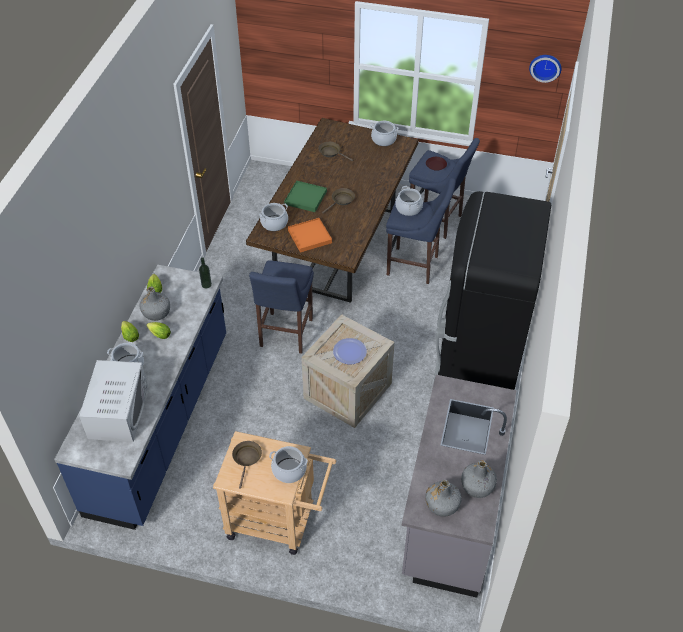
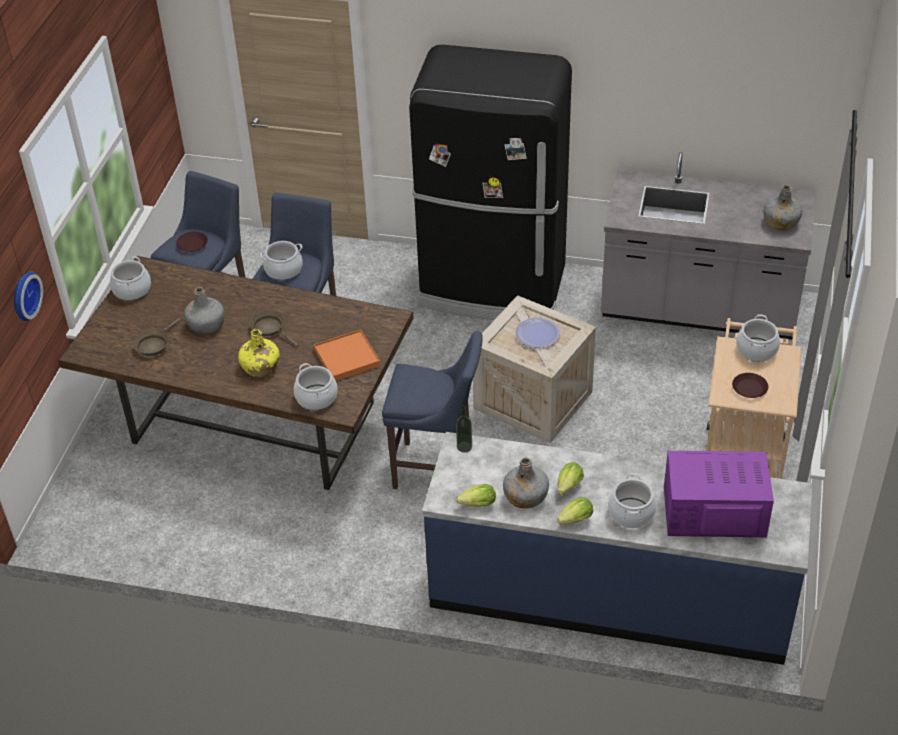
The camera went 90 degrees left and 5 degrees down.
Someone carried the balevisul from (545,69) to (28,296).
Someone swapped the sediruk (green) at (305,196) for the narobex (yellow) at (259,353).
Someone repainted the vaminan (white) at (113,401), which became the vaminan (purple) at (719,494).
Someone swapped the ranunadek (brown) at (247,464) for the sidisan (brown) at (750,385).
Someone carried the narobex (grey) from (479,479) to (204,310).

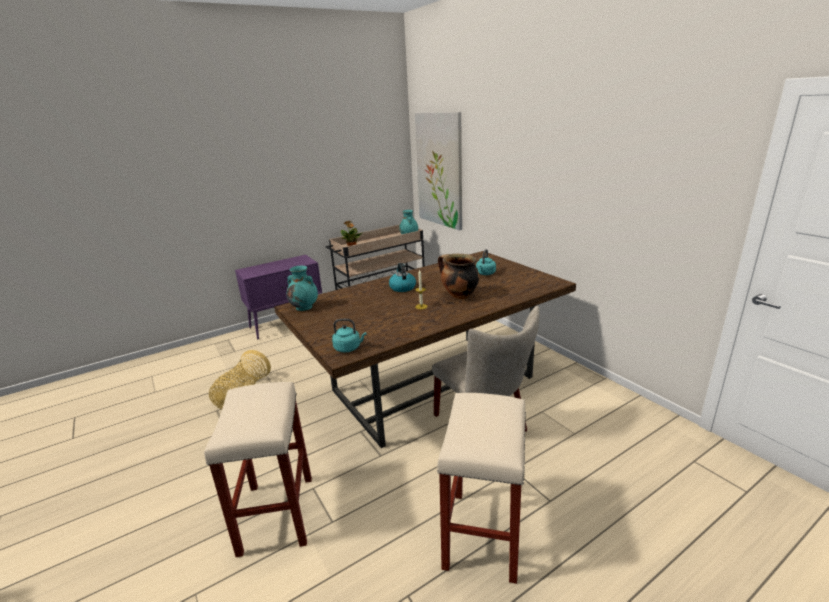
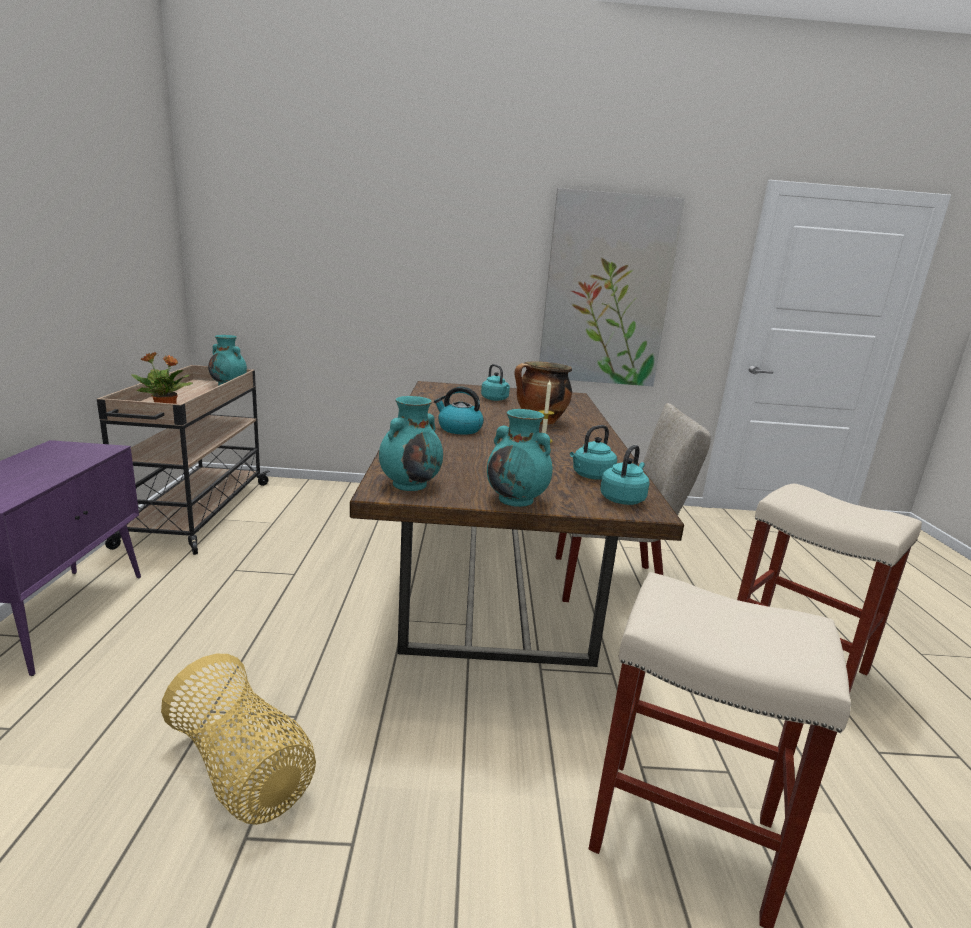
The camera went 60 degrees left and 5 degrees down.
Someone carried the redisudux from (438,171) to (612,287).
Someone put down the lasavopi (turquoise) at (520,458).
Someone put down the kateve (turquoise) at (593,452).

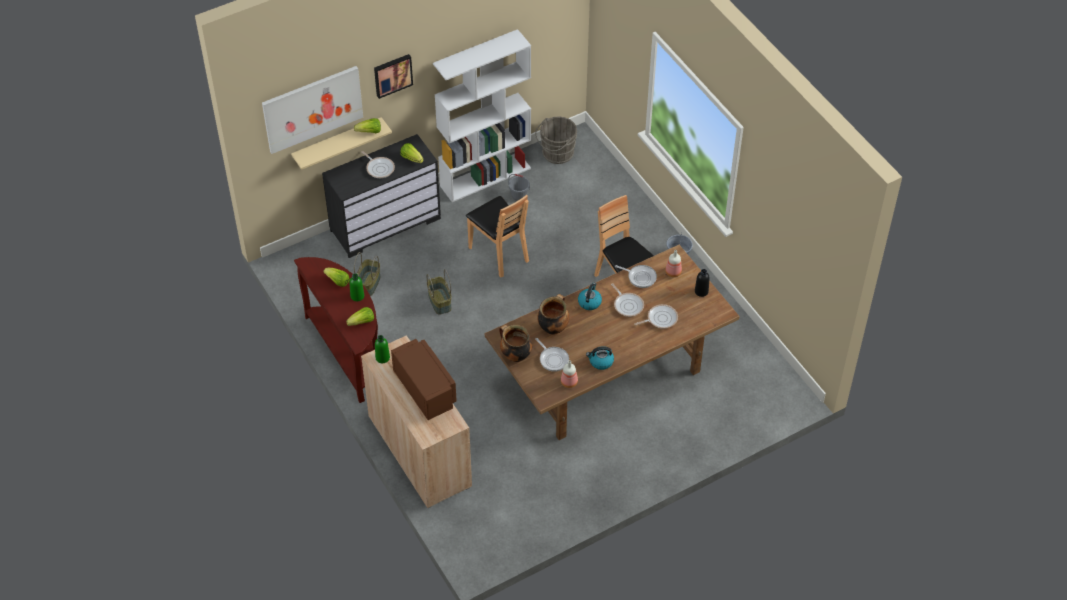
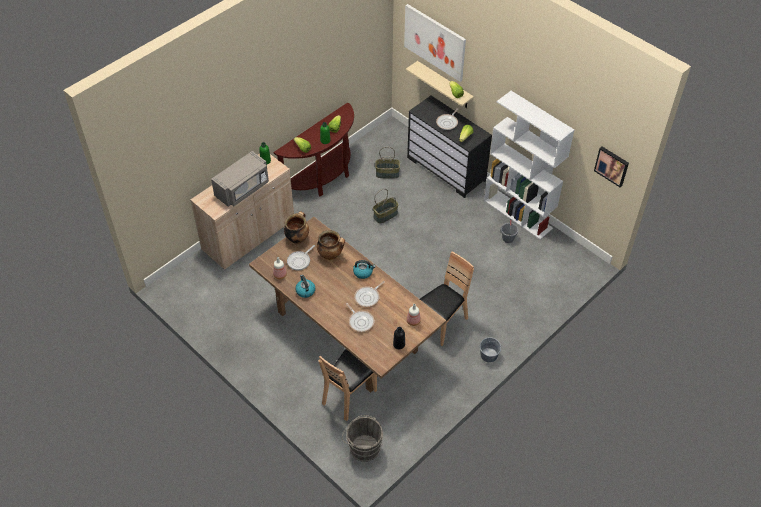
The camera went 75 degrees right and 0 degrees up.
Someone carried the redisudux from (393,76) to (611,167).
Someone carried the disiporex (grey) from (556,140) to (362,438).
Someone carried the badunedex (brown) from (497,236) to (348,385).
Someone took away the ranunadek at (636,276).
Someone repainted the vaminan (brown) at (424,379), which became the vaminan (grey) at (240,178).

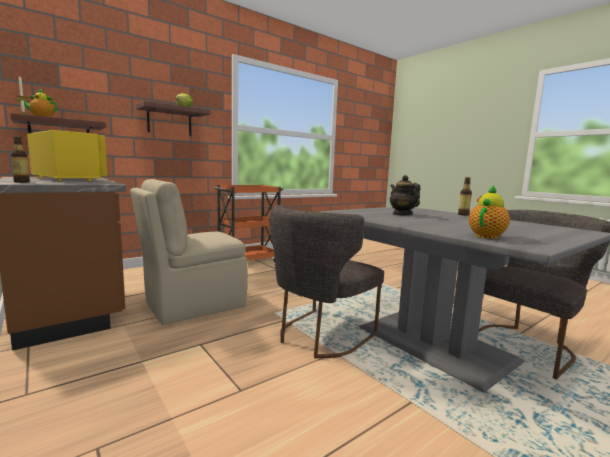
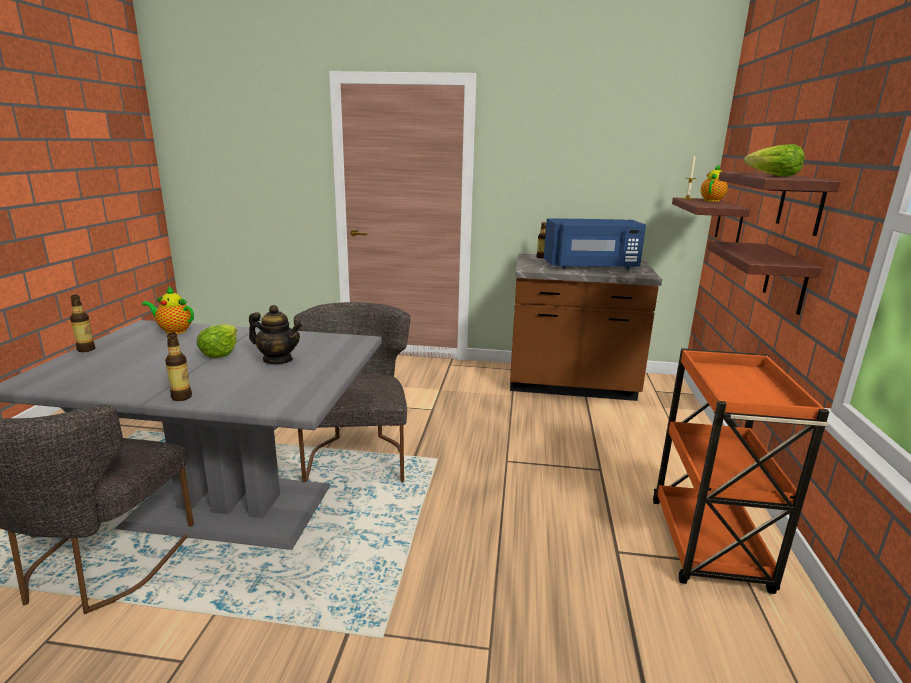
The camera went 135 degrees right and 10 degrees up.
Someone repainted the vaminan (yellow) at (67,156), which became the vaminan (blue) at (595,243).
Someone took away the badunedex (beige) at (188,252).
Someone rotated the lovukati at (489,212) by 105 degrees clockwise.
Someone put up the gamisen at (764,278).
Someone put down the narobex at (82,323).
Someone put down the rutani at (216,341).

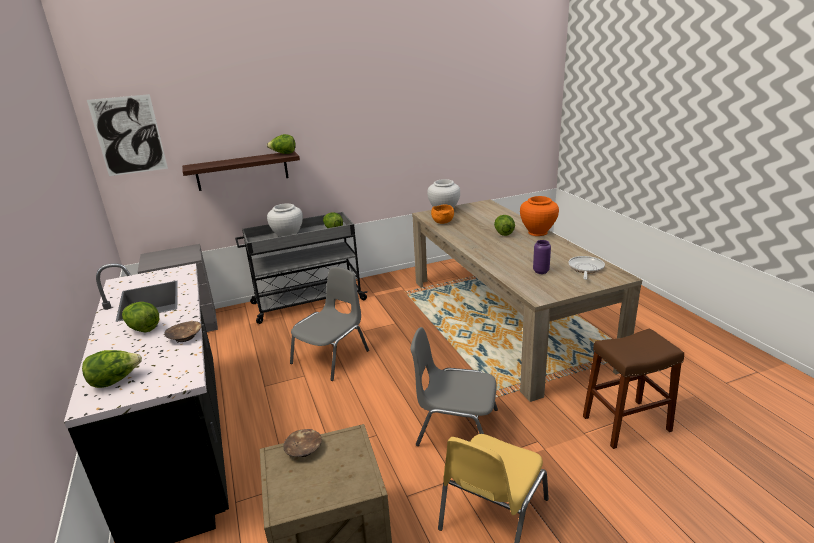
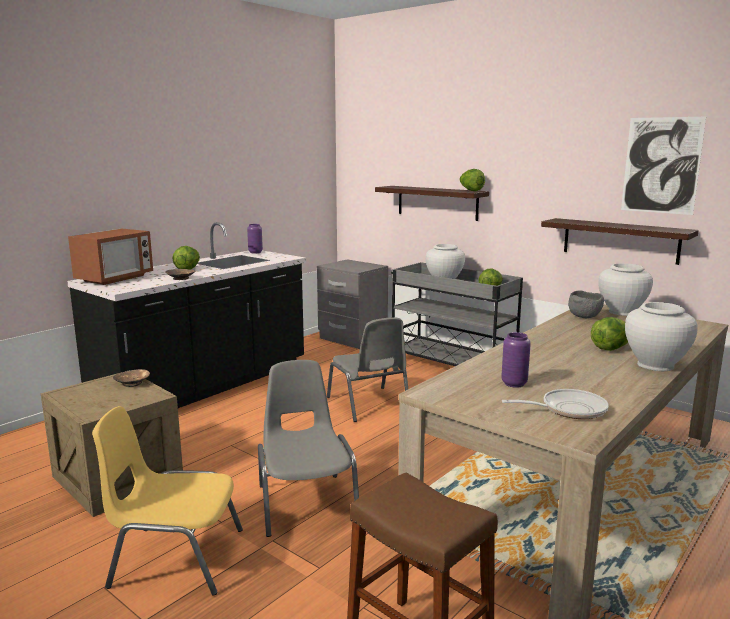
The camera went 60 degrees right and 10 degrees down.
Someone carried the redisudux from (127,135) to (663,166).
Someone repainted the lasavopi (orange) at (539,216), which became the lasavopi (white) at (661,336).
Someone repainted the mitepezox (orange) at (442,214), which became the mitepezox (grey) at (586,304).
Someone rotated the badunedex (grey) at (329,324) by 60 degrees clockwise.
Someone swapped the rutani at (112,369) for the vaminan at (110,257).
Someone put up the gamisen at (620,241).
Someone put down the lasavopi (purple) at (255,239).

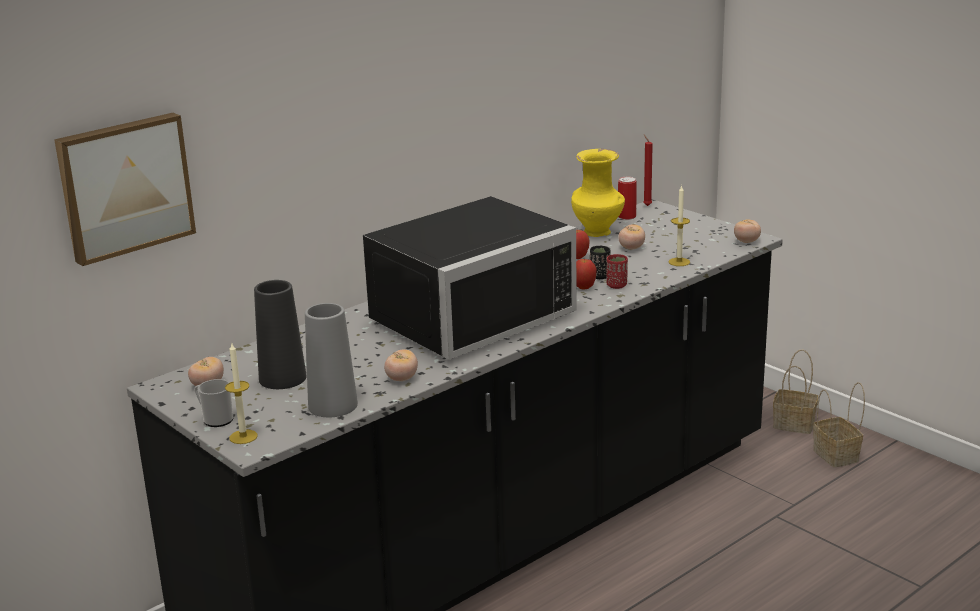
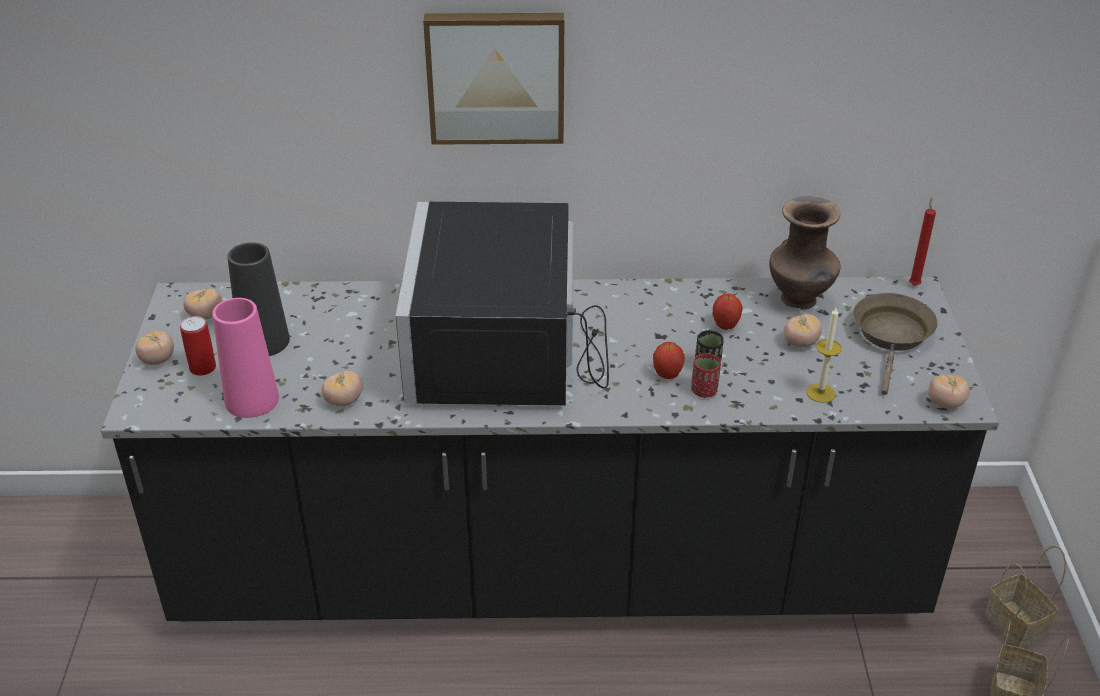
The camera went 40 degrees right and 15 degrees up.
Someone carried the redisudux from (125,189) to (493,79).
Someone repainted the lasavopi (yellow) at (598,193), which became the lasavopi (brown) at (805,253).
Someone carried the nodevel from (627,198) to (198,346).
Someone rotated the vaminan (black) at (470,277) by 90 degrees clockwise.
Someone repainted the lasavopi (grey) at (331,360), which became the lasavopi (pink) at (245,358).
Someone took away the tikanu at (241,393).
Someone swapped the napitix at (213,403) for the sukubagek at (154,348).
Someone put down the ranunadek (brown) at (895,344).

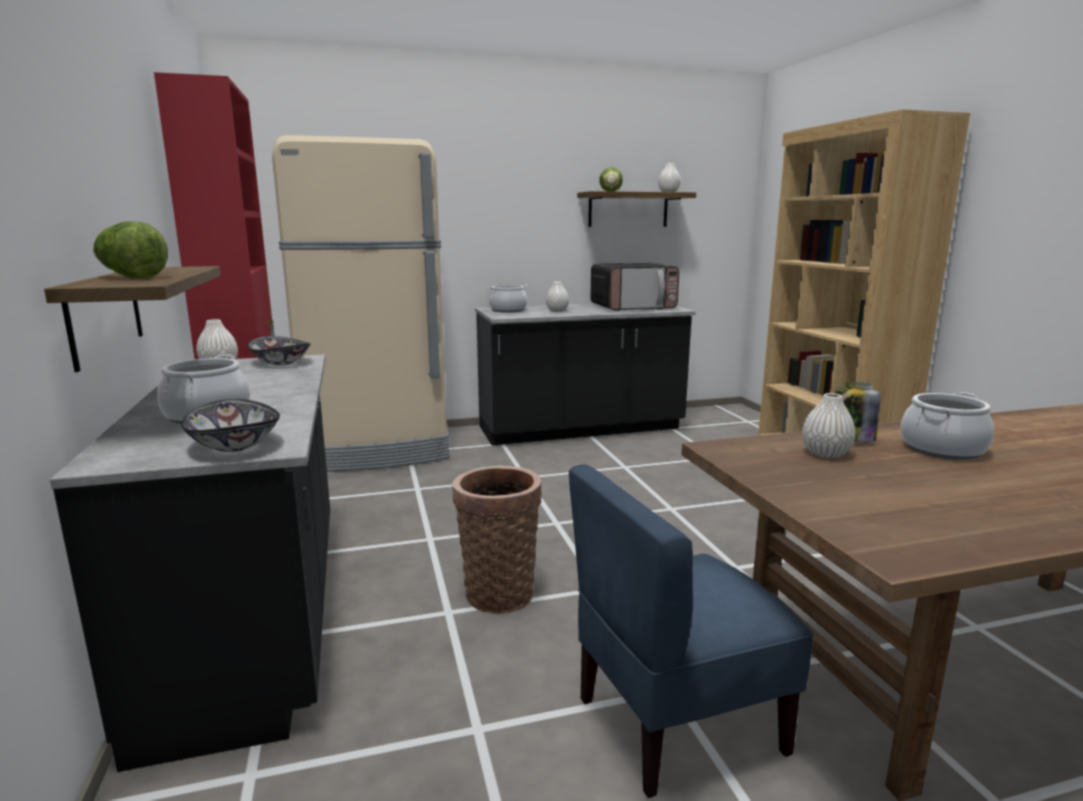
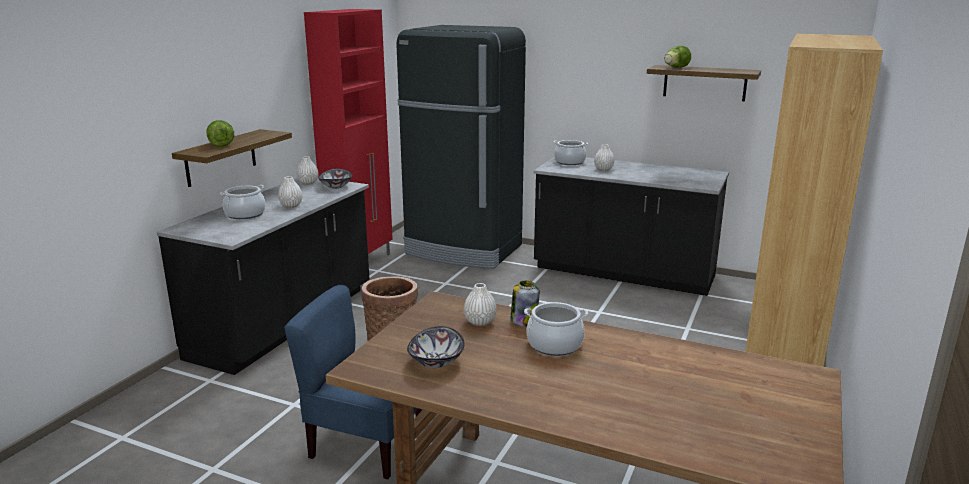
The camera went 40 degrees right and 5 degrees up.
Someone repainted the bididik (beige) at (360,303), which became the bididik (black) at (461,147).
Someone carried the lasavopi (white) from (669,177) to (290,192).
Someone took away the vaminan at (634,287).
Someone carried the mitepezox from (230,425) to (436,347).

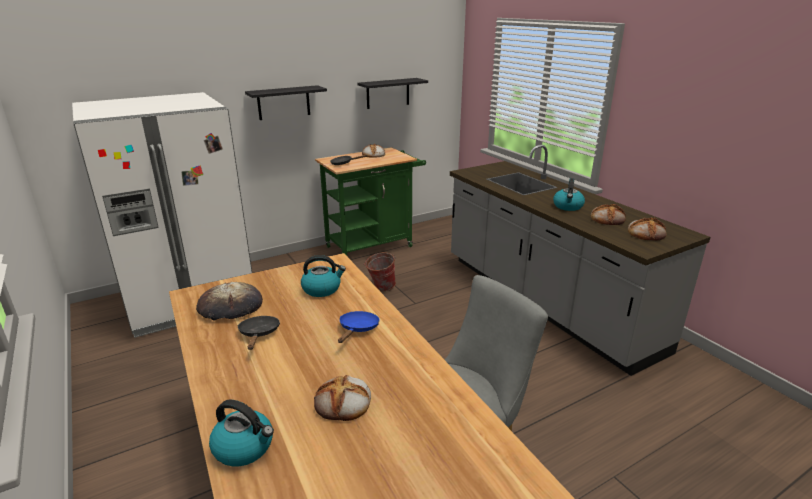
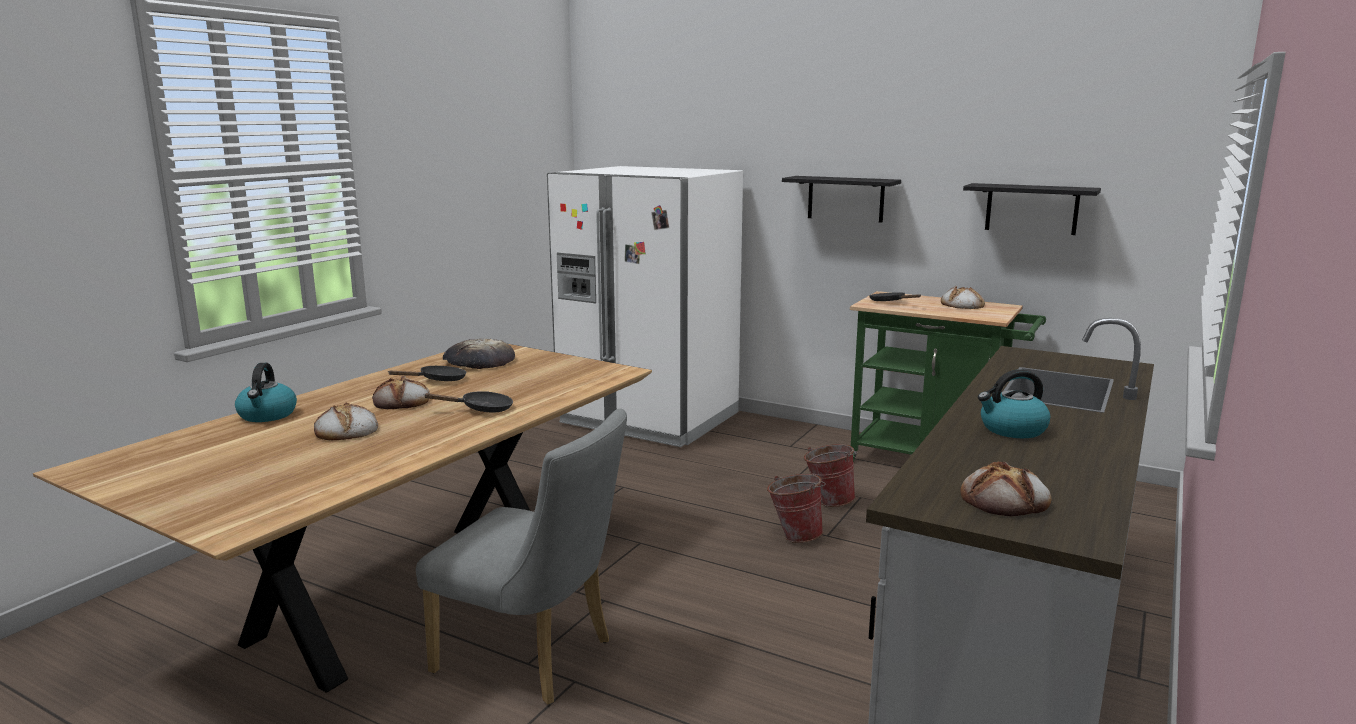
The camera went 60 degrees right and 10 degrees down.
Someone carried the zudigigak from (608,214) to (401,392).
Someone took away the kateve at (323,276).
Someone repainted the ranunadek (blue) at (358,327), which became the ranunadek (black) at (468,401).
Someone put down the disiporex at (796,508).

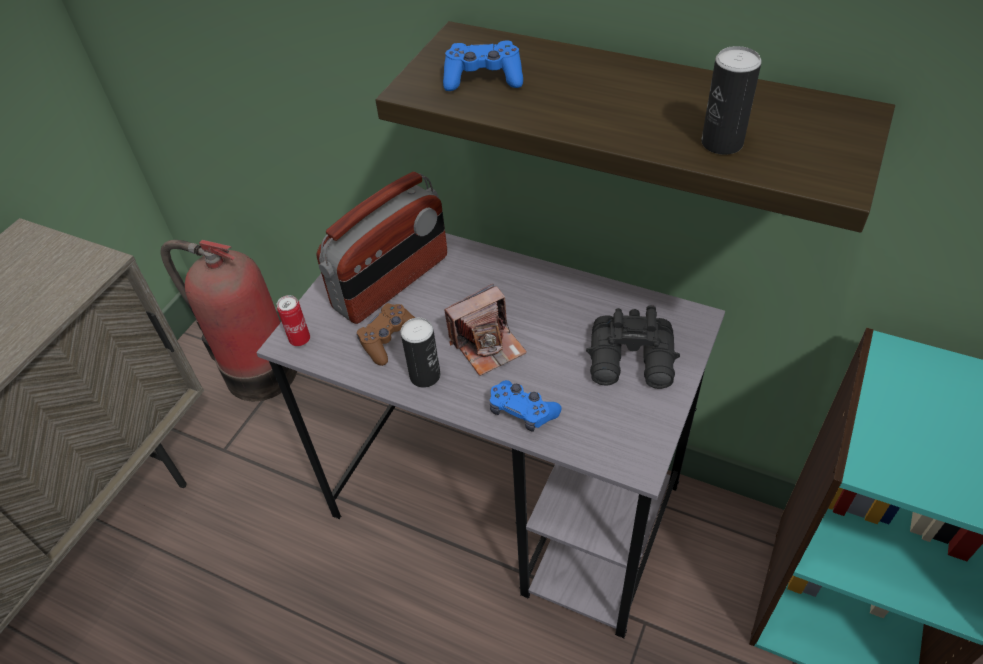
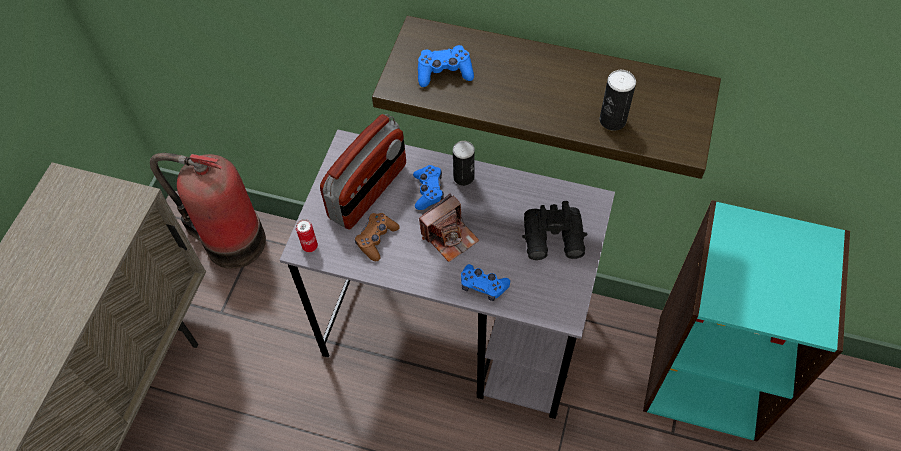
The camera went 10 degrees left and 10 degrees up.
Someone carried the nodevel from (420,353) to (464,163).
Someone put down the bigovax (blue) at (428,187).

